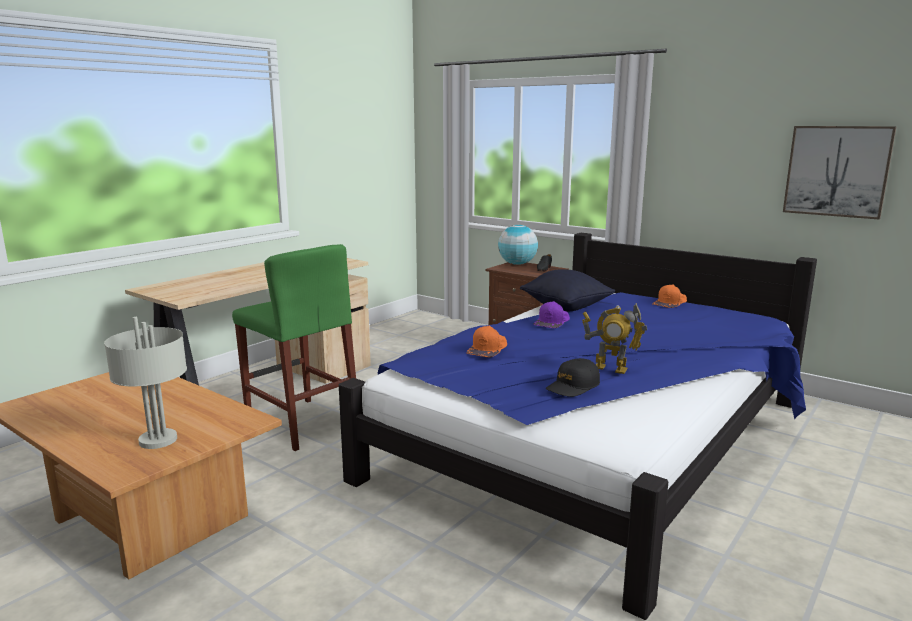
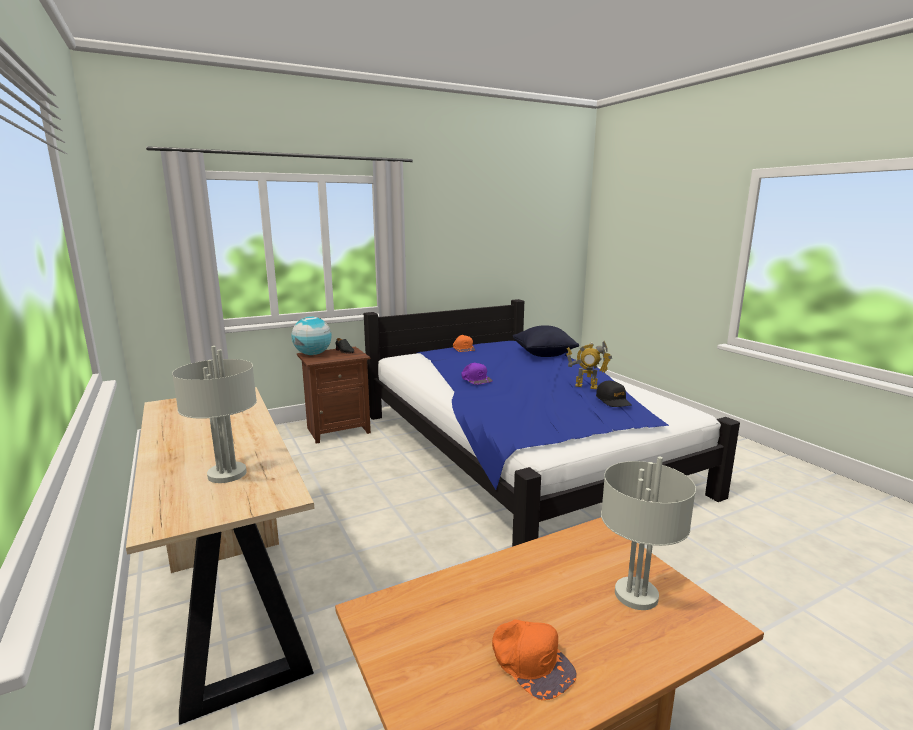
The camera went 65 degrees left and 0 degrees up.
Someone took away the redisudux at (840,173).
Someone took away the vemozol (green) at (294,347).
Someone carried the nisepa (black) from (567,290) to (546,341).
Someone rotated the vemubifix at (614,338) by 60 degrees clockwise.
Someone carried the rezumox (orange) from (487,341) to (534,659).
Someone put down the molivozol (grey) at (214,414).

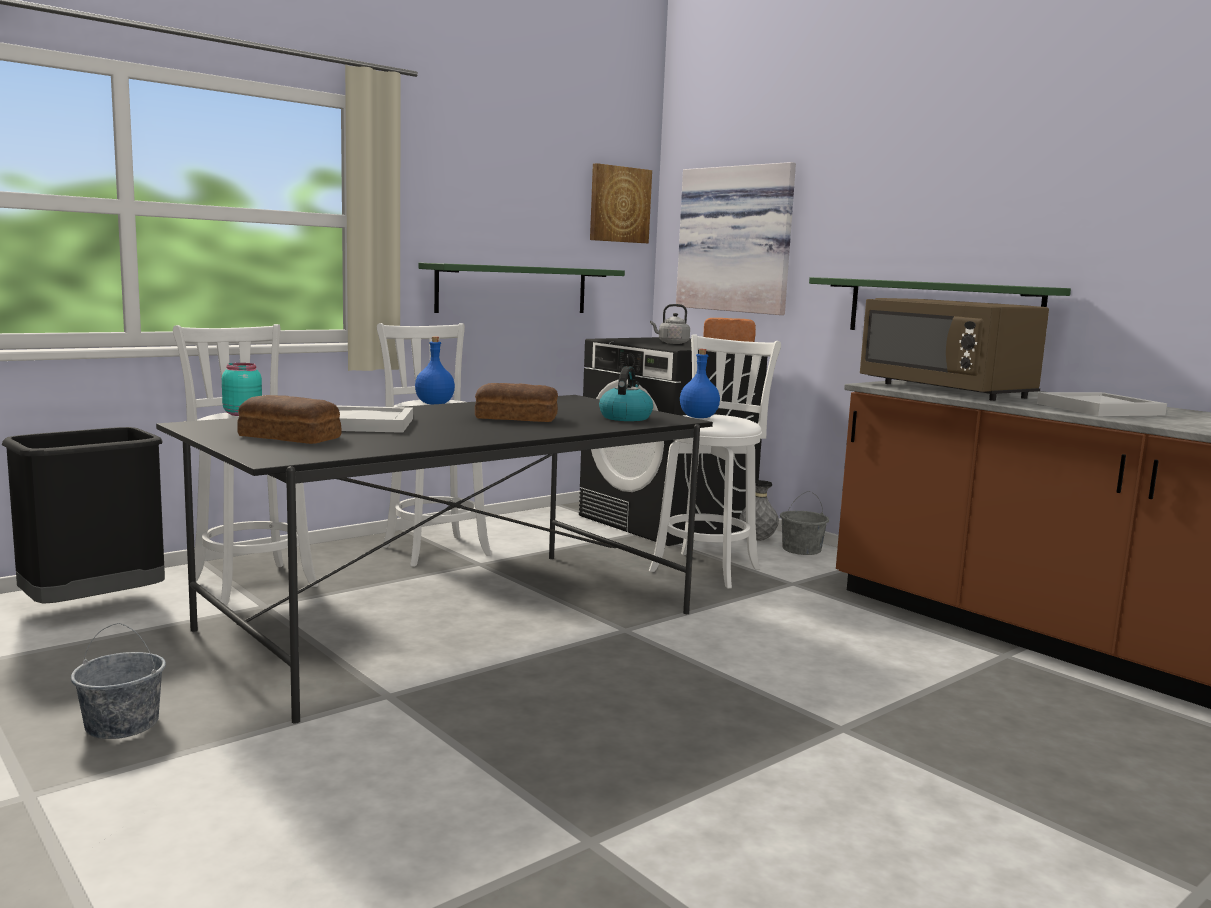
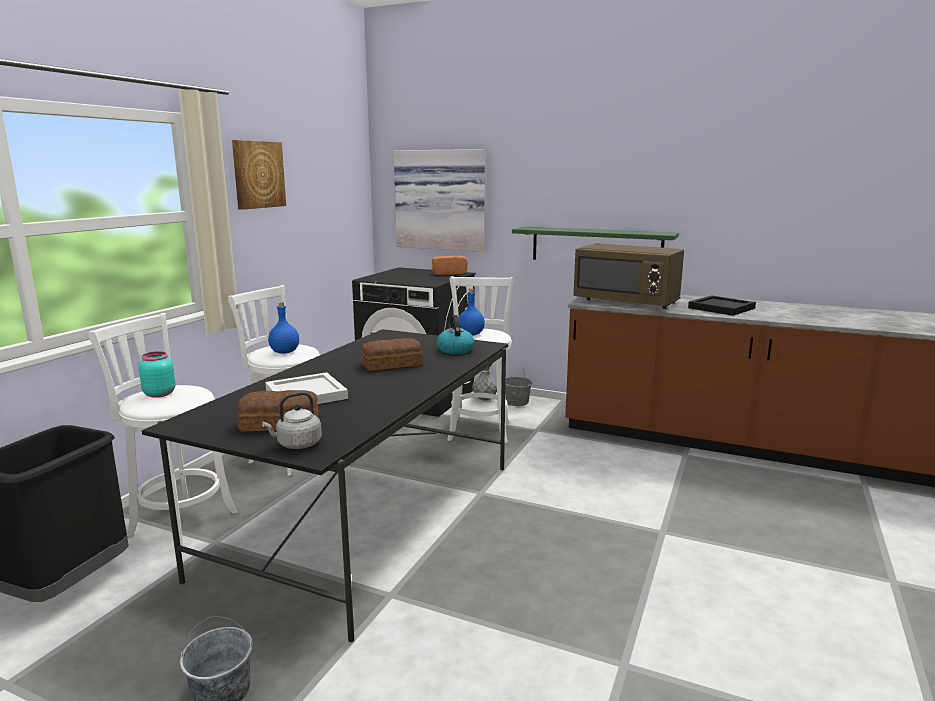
The camera went 25 degrees left and 5 degrees up.
Someone carried the redisudux from (621,203) to (259,175).
Someone took away the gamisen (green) at (522,288).
Someone carried the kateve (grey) from (670,324) to (292,420).
Someone repainted the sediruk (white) at (1102,404), which became the sediruk (black) at (722,305).

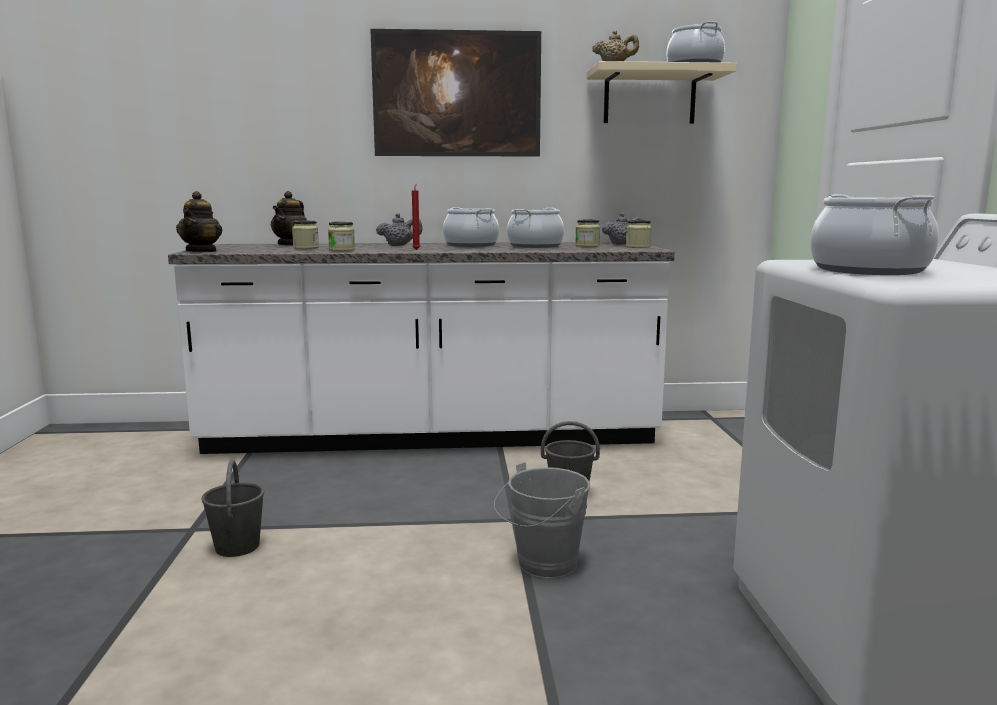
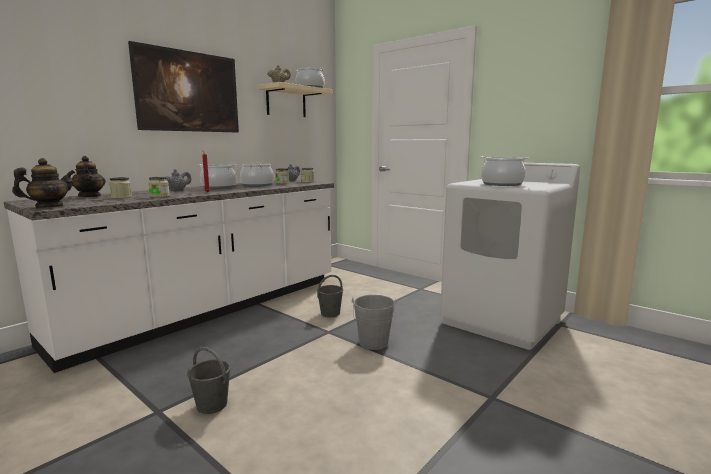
The camera went 45 degrees left and 0 degrees up.
Someone rotated the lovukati at (199,221) by 90 degrees counterclockwise.

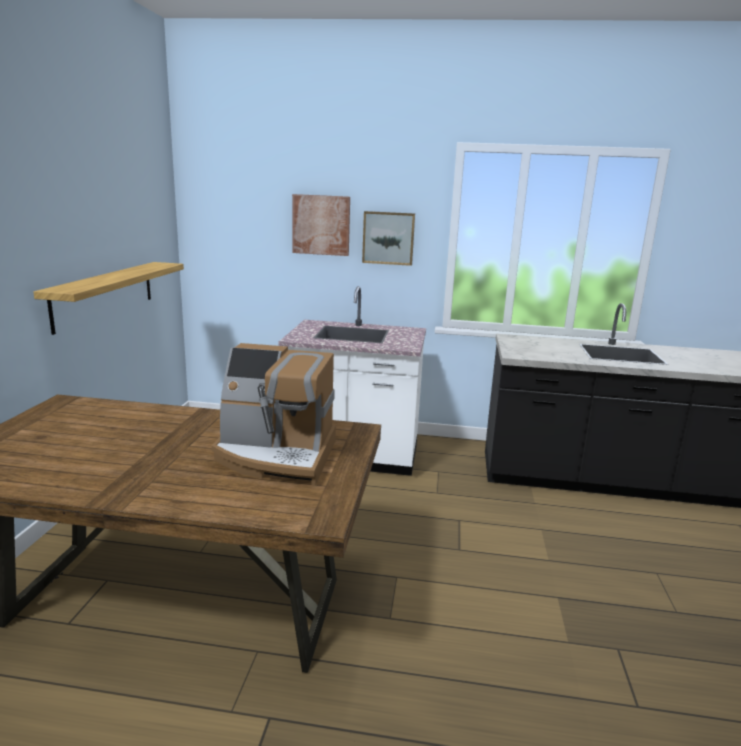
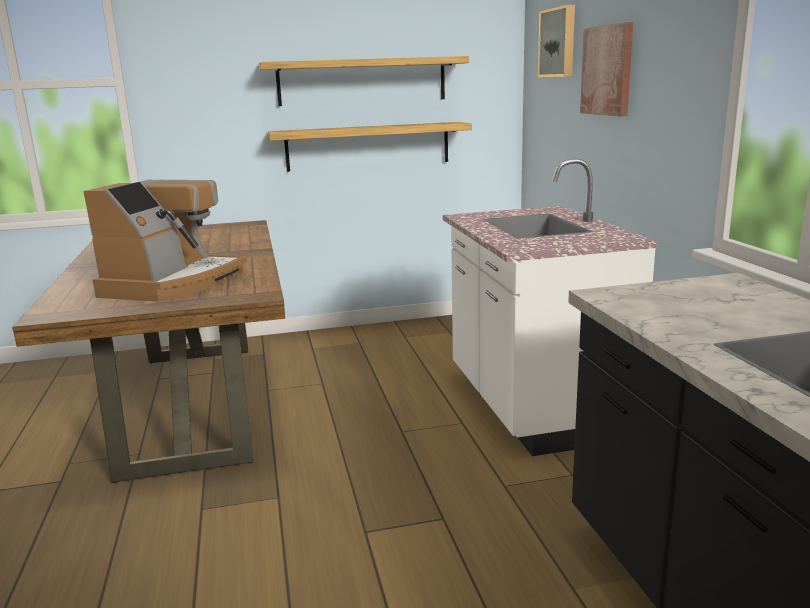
The camera went 70 degrees right and 0 degrees up.
Someone carried the redisudux from (388,238) to (556,41).
Someone rotated the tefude at (274,414) by 150 degrees counterclockwise.
Someone put up the gamisen at (364,81).

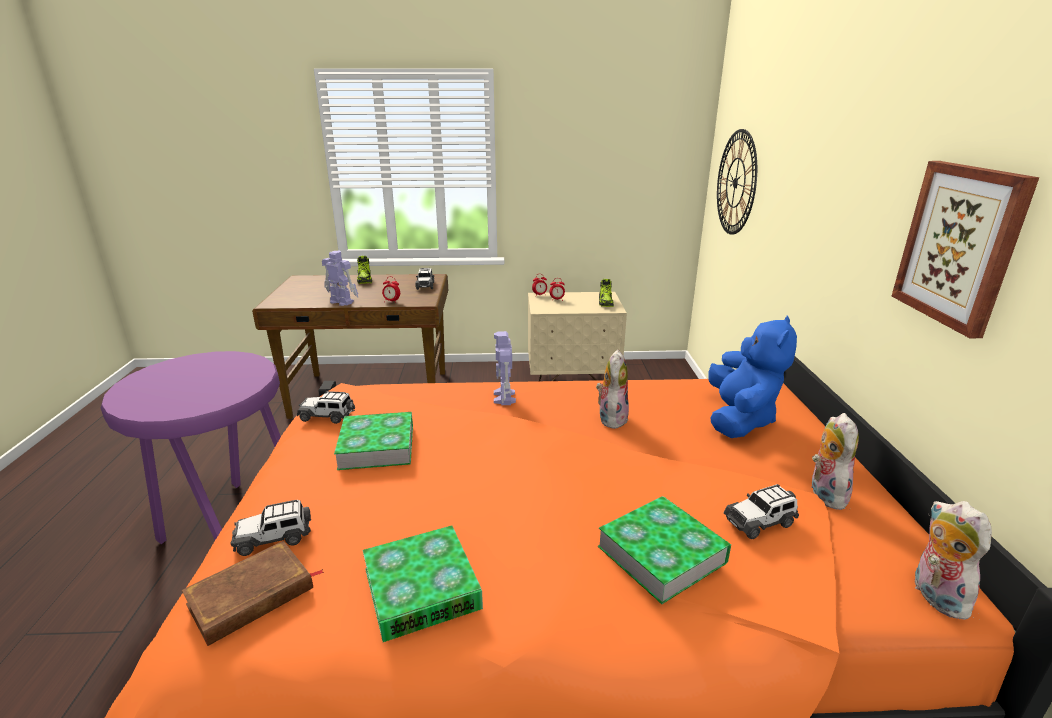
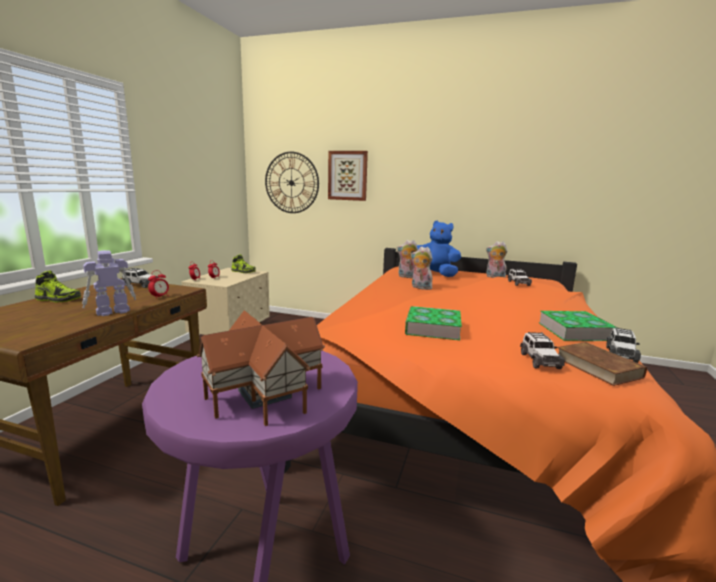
The camera went 70 degrees left and 10 degrees down.
Someone carried the redisudux from (966,249) to (348,176).
Someone took away the vemubifix at (505,368).
Someone carried the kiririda from (326,407) to (623,345).
Someone took away the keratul at (664,550).
Someone carried the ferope from (953,560) to (407,259).
Someone put down the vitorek at (261,368).

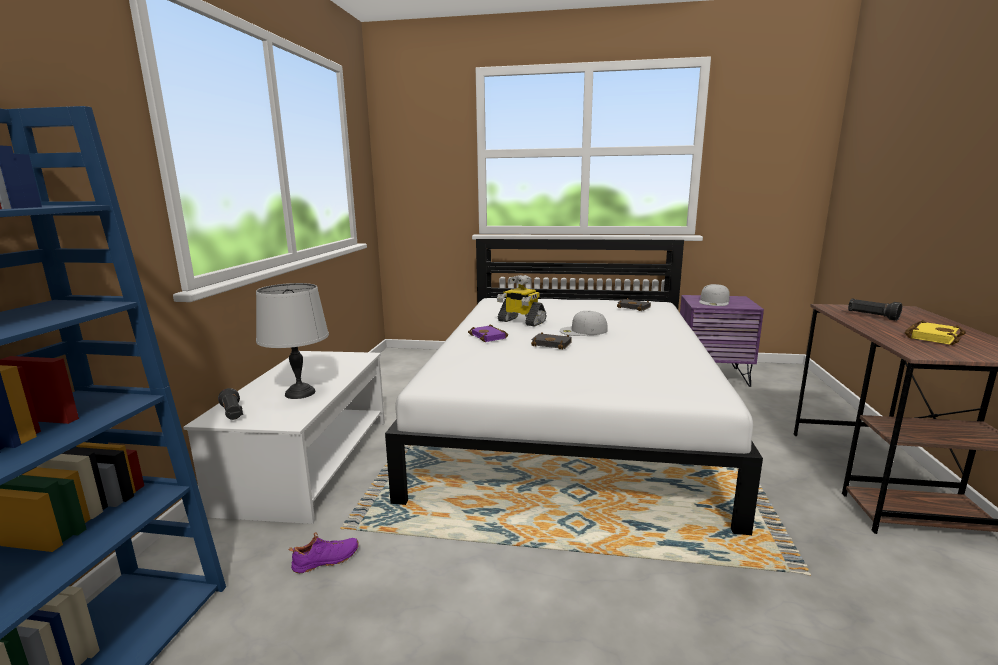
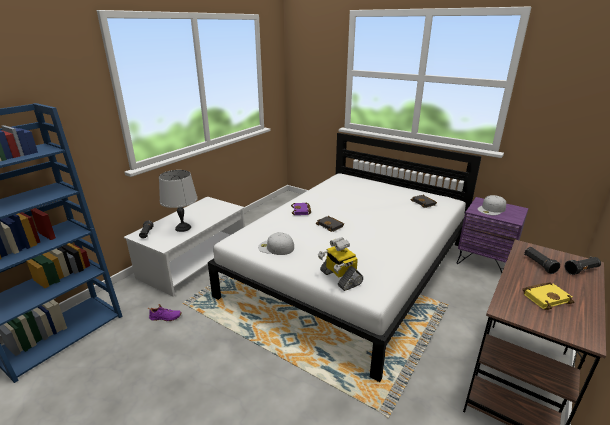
The camera went 25 degrees right and 10 degrees up.
Someone carried the vemubifix from (521,300) to (340,264).
Someone carried the rezumox (white) from (584,323) to (276,243).
Someone put down the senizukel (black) at (583,266).

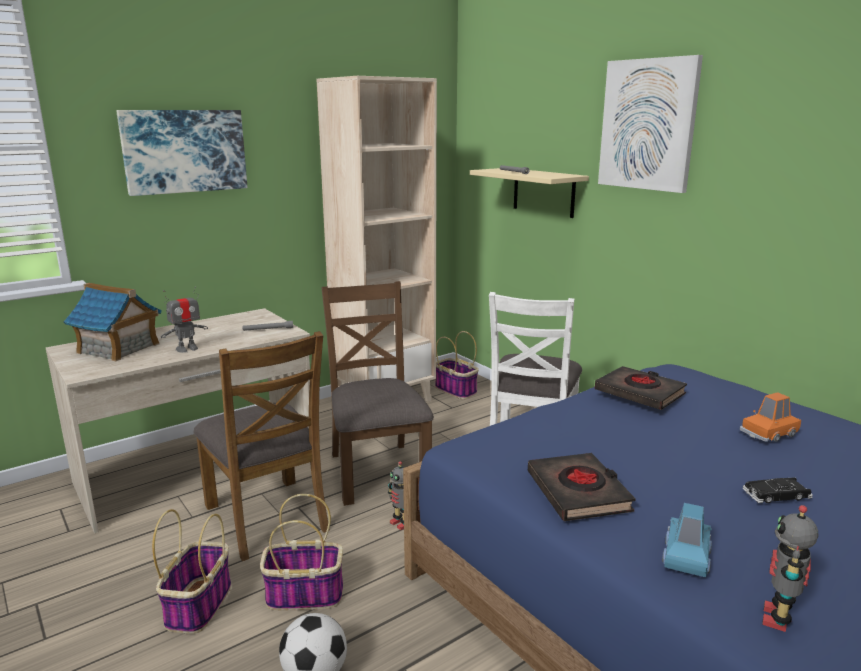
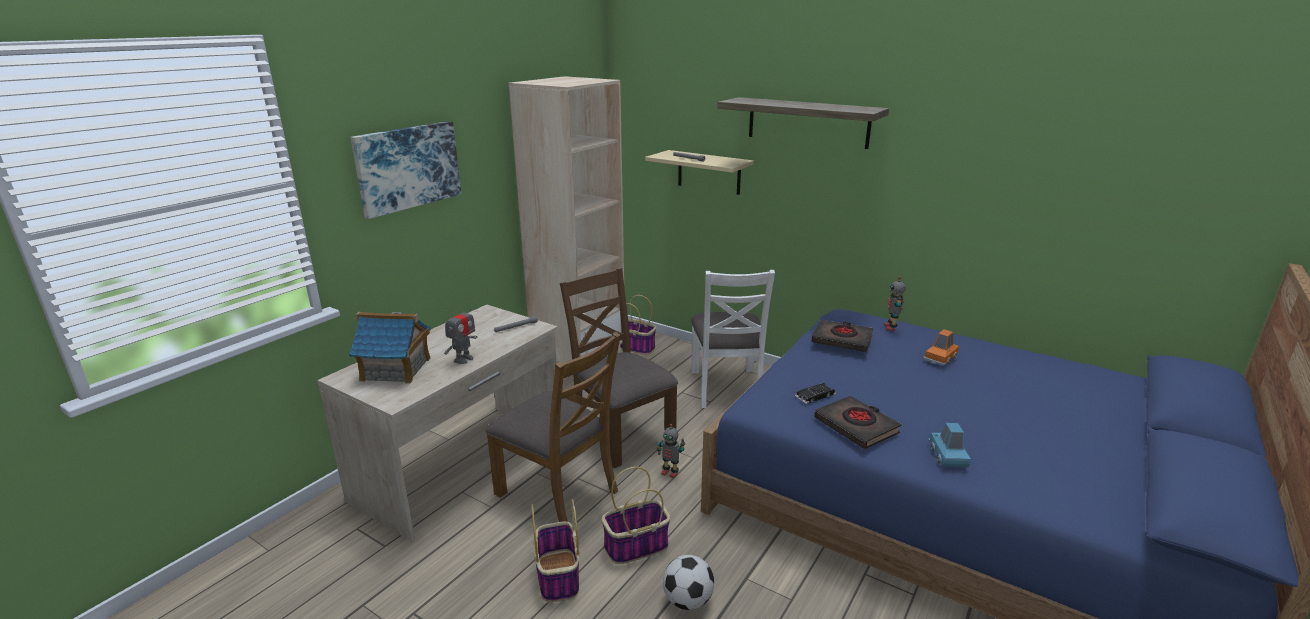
The camera went 20 degrees left and 5 degrees up.
Someone swapped the redisudux at (650,124) for the gamisen at (803,123).
Someone carried the kiririda (black) from (778,490) to (815,393).
Someone carried the vemubifix from (790,568) to (895,303).

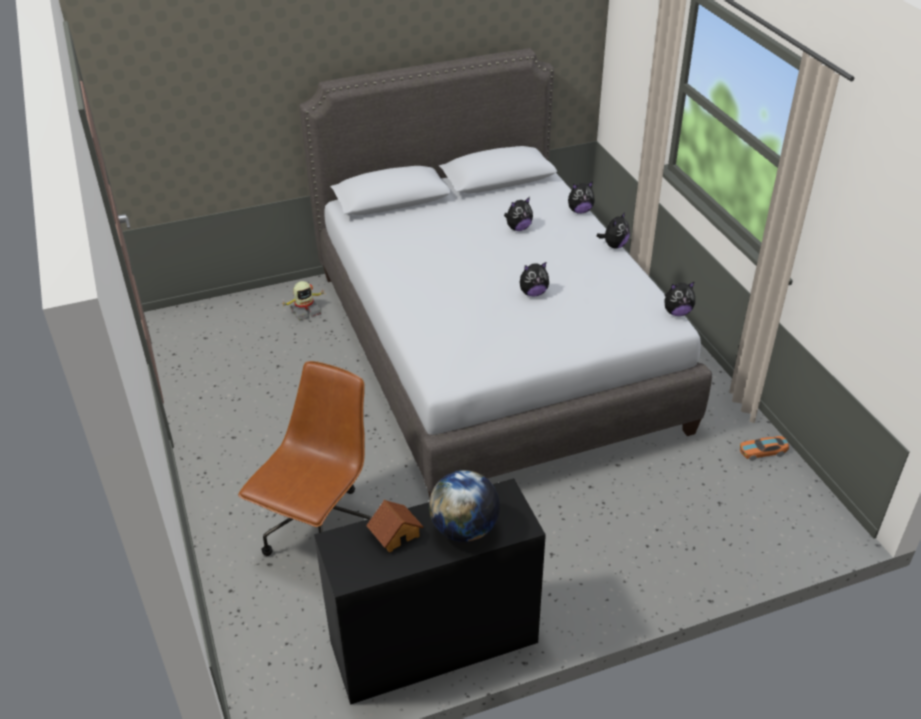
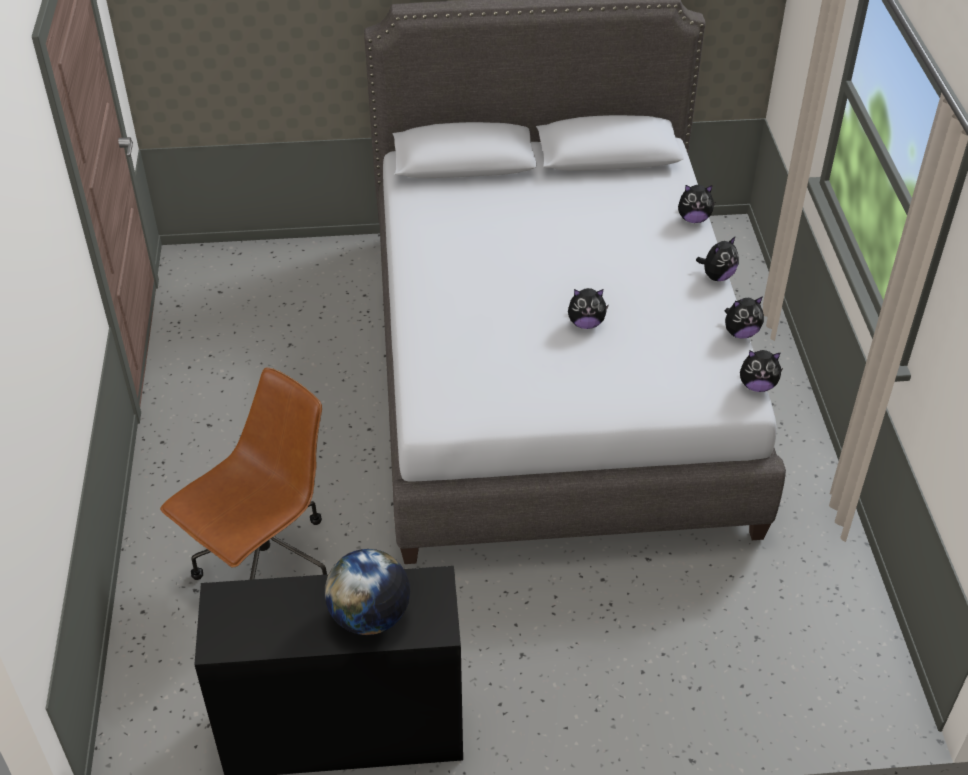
The camera went 15 degrees right and 5 degrees up.
Someone carried the ferope from (518,214) to (744,317).
Someone took away the vemubifix at (302,301).
Someone took away the kiririda at (764,448).
Someone took away the vitorek at (394,526).

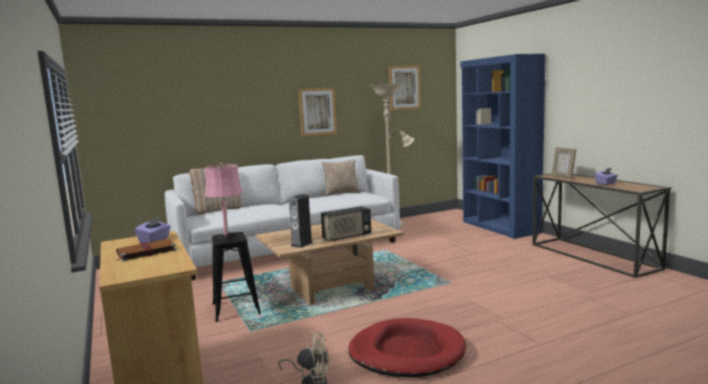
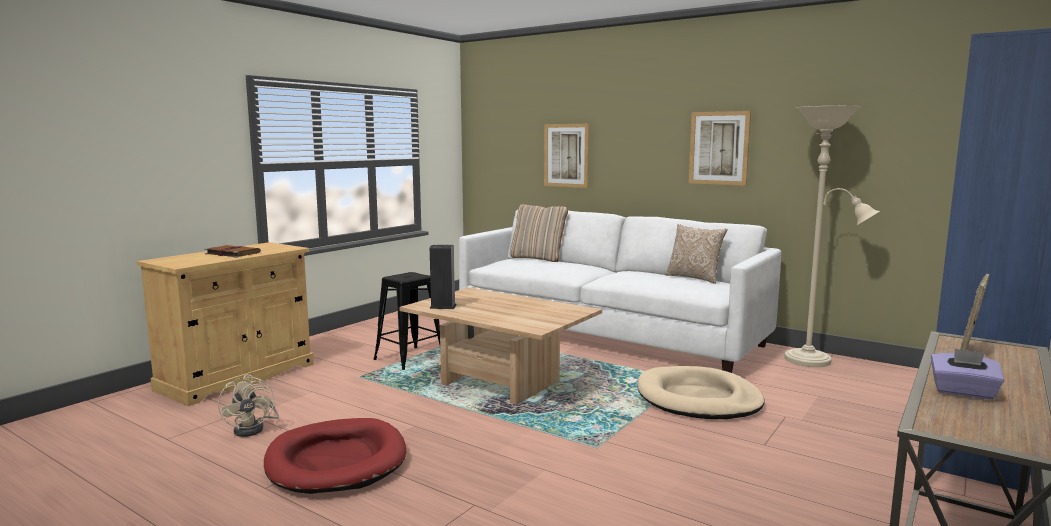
The camera went 60 degrees right and 0 degrees up.
Someone carried the redisudux from (405,87) to (567,156).
Someone took away the molivozol (pink) at (224,201).
Someone took away the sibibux at (346,223).
Someone took away the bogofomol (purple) at (153,230).
Someone put down the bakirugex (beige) at (701,392).

